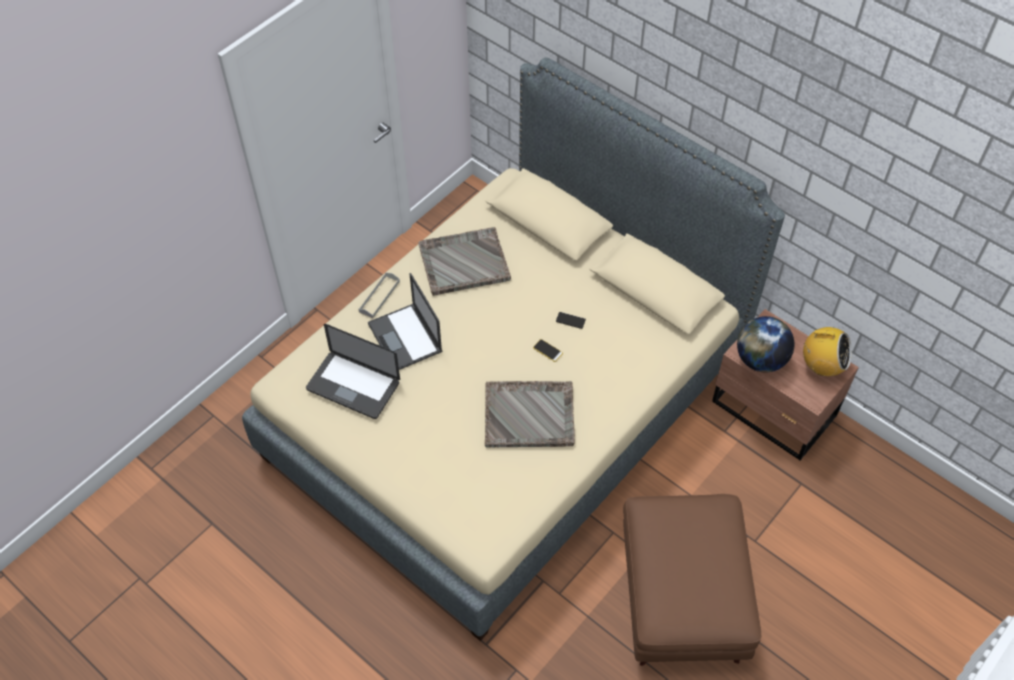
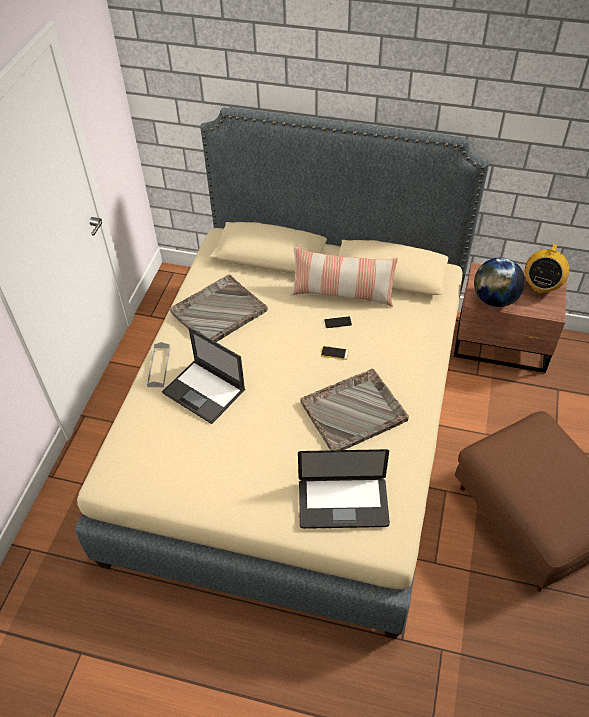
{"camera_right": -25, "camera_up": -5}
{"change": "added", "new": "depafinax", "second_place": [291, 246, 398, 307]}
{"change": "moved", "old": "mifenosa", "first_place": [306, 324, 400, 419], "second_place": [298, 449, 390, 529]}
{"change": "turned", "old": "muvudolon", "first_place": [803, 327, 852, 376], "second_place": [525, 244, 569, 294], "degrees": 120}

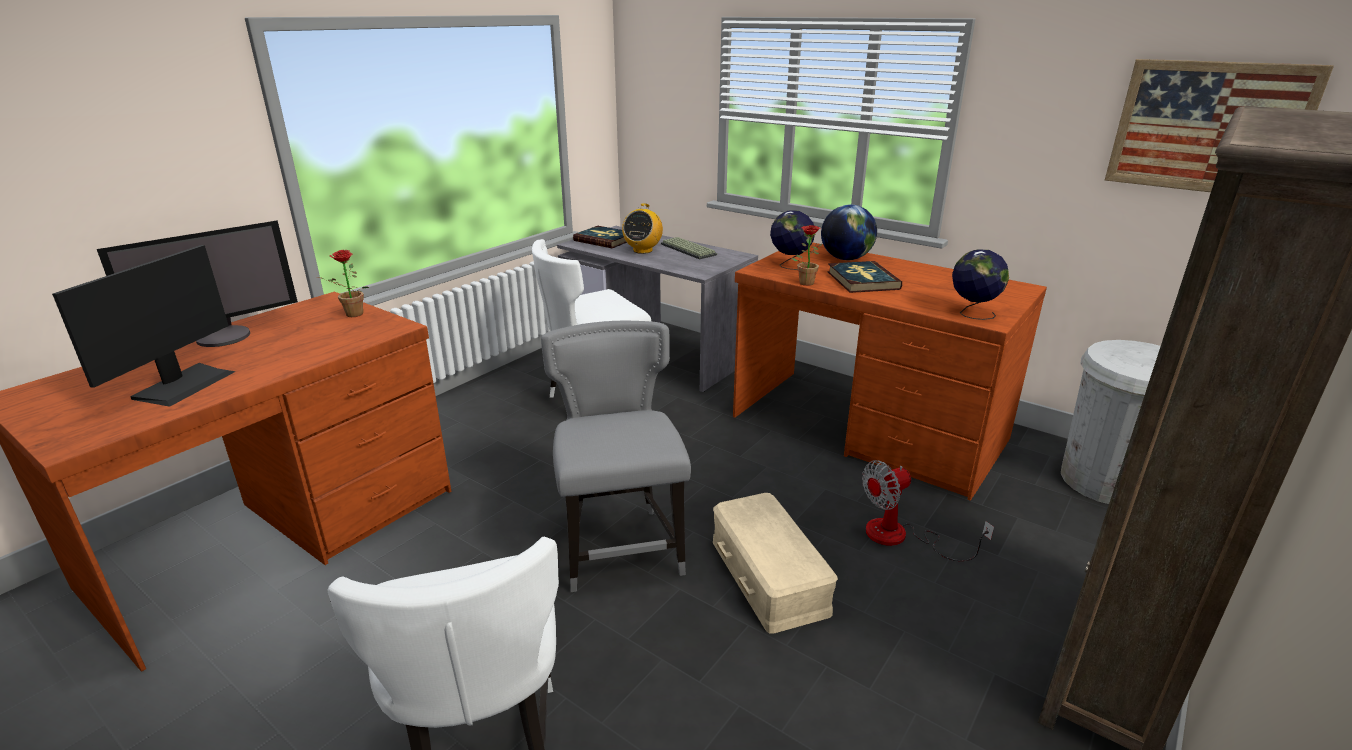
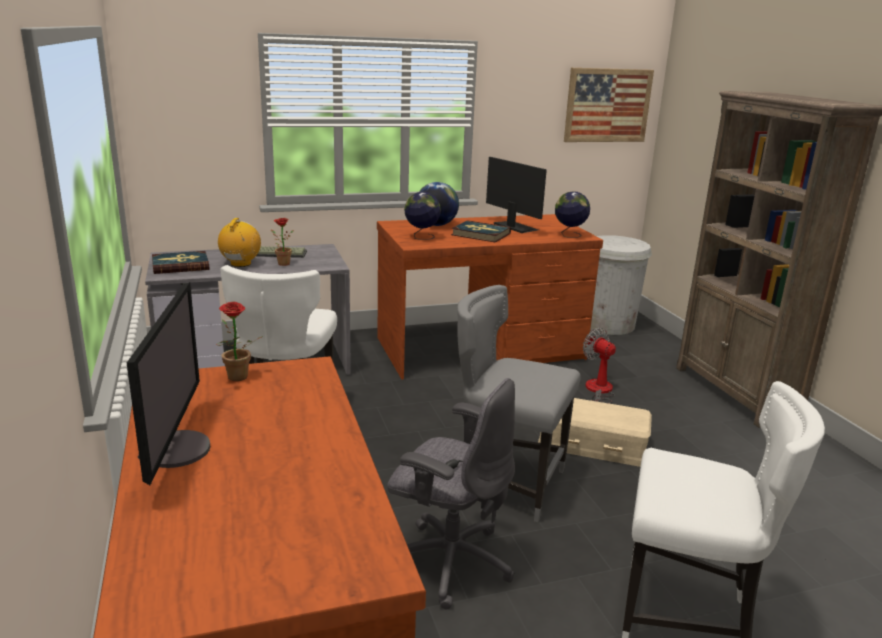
{"camera_right": -55, "camera_up": -5}
{"change": "added", "new": "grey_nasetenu", "second_place": [387, 378, 515, 610]}
{"change": "moved", "old": "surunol", "first_place": [52, 245, 236, 407], "second_place": [486, 157, 547, 233]}
{"change": "moved", "old": "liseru", "first_place": [791, 225, 822, 286], "second_place": [271, 218, 294, 266]}
{"change": "turned", "old": "muvudolon", "first_place": [622, 203, 663, 254], "second_place": [218, 218, 261, 267], "degrees": -135}
{"change": "turned", "old": "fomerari", "first_place": [862, 460, 994, 561], "second_place": [583, 328, 616, 404], "degrees": 135}

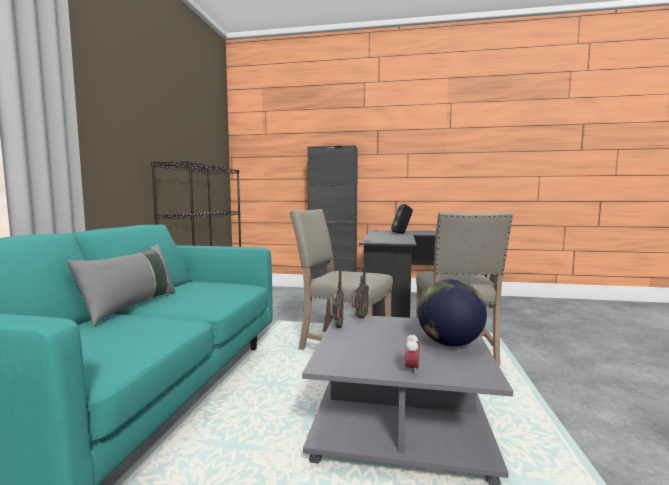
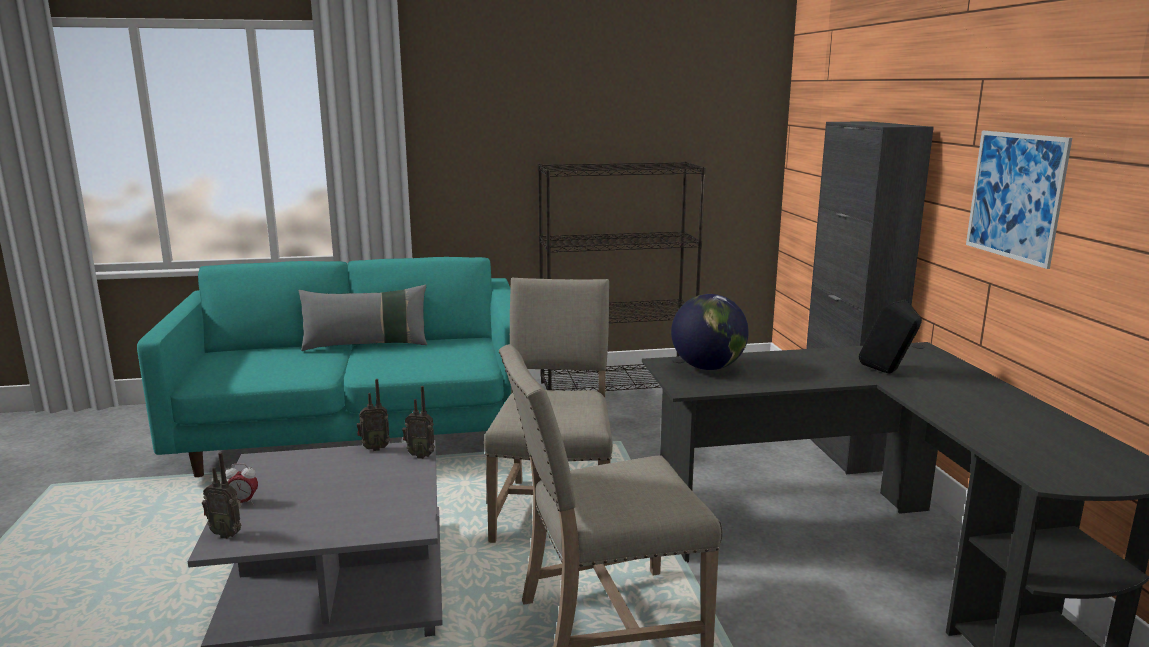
{"camera_right": 70, "camera_up": 10}
{"change": "added", "new": "muvudolon", "second_place": [202, 452, 241, 539]}
{"change": "added", "new": "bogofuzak", "second_place": [966, 131, 1072, 269]}
{"change": "moved", "old": "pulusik", "first_place": [418, 279, 487, 347], "second_place": [671, 294, 749, 370]}

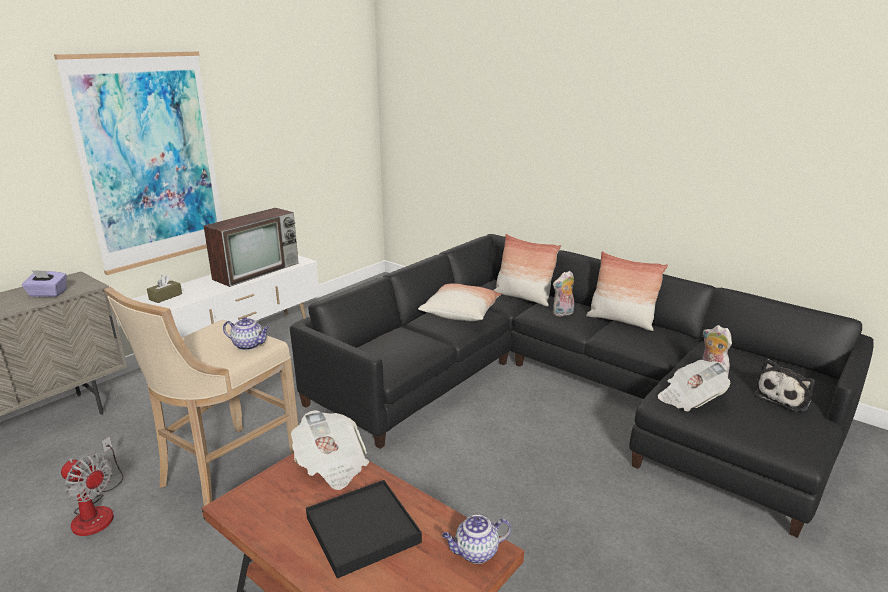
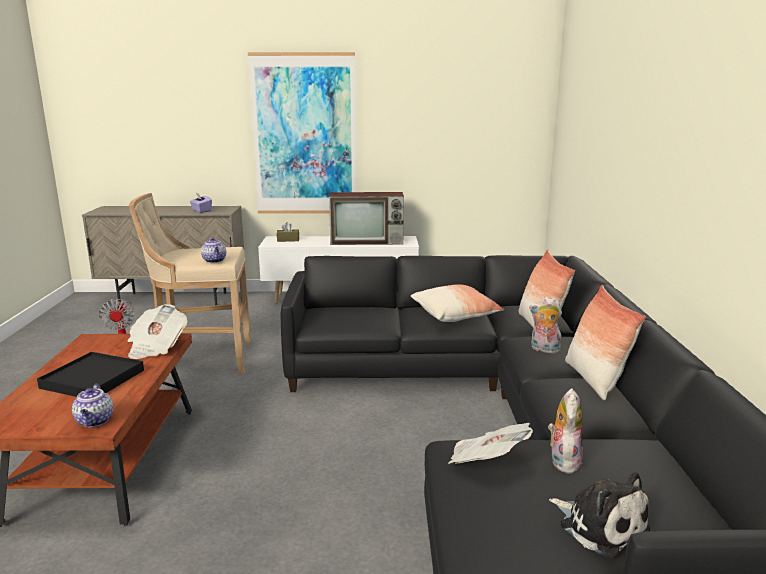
{"camera_right": 50, "camera_up": -5}
{"change": "turned", "old": "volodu", "first_place": [442, 515, 511, 564], "second_place": [72, 384, 114, 427], "degrees": -135}
{"change": "turned", "old": "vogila", "first_place": [754, 359, 815, 411], "second_place": [549, 472, 650, 558], "degrees": -135}

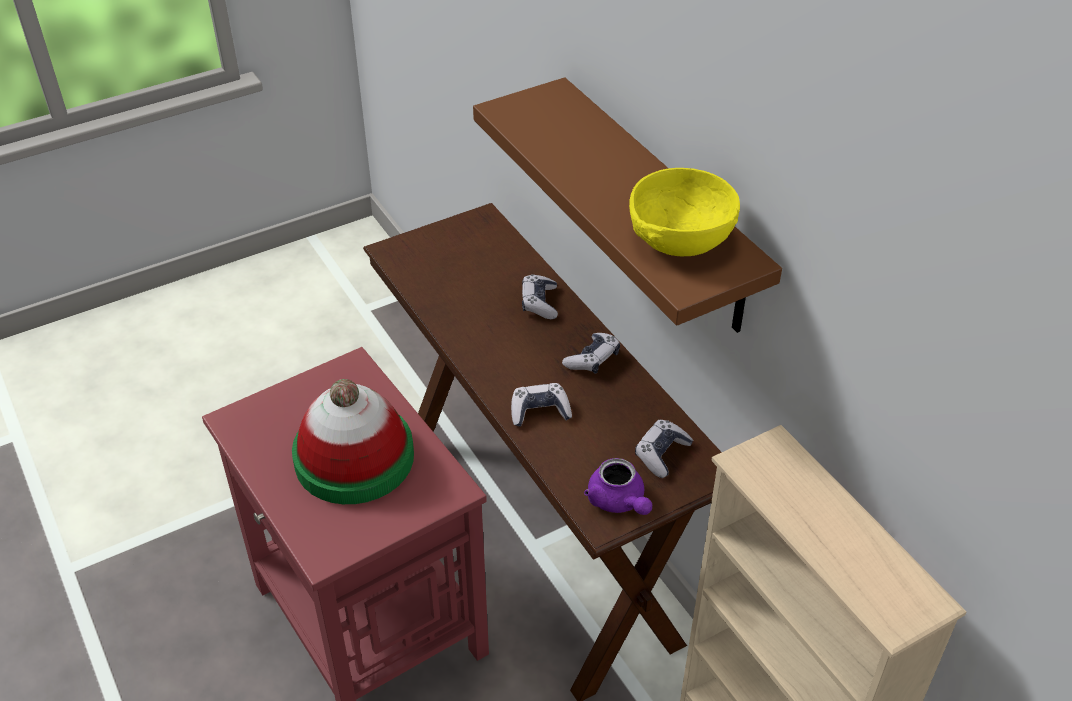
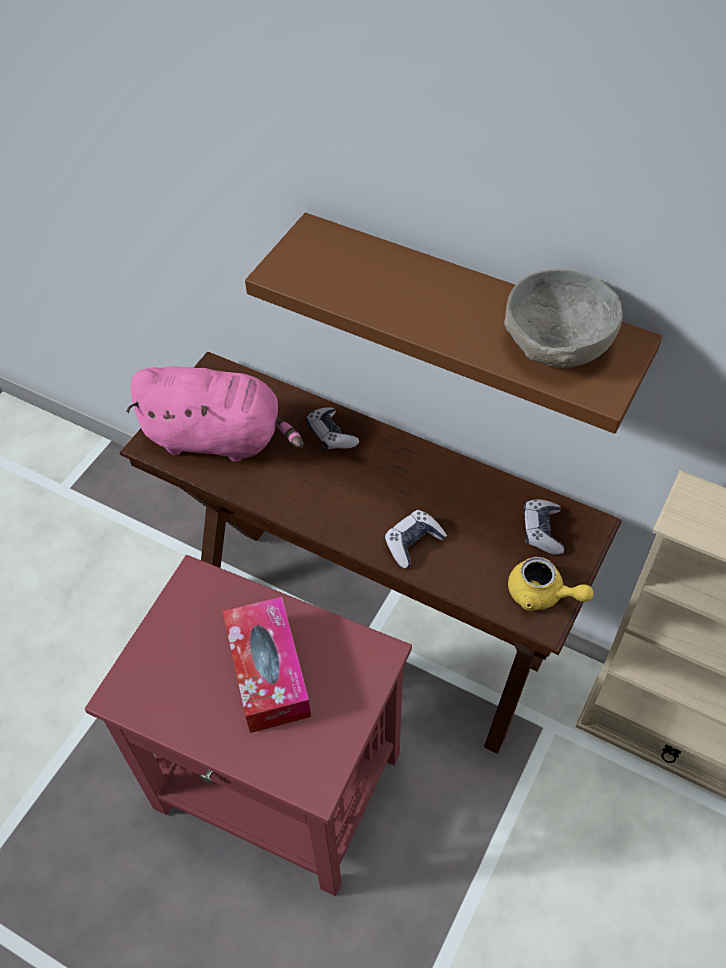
{"camera_right": -30, "camera_up": 10}
{"change": "removed", "old": "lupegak", "first_place": [562, 333, 620, 374]}
{"change": "added", "new": "pink_vogila", "second_place": [126, 366, 303, 462]}
{"change": "replaced", "old": "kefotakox", "new": "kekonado", "first_place": [292, 379, 414, 504], "second_place": [223, 597, 311, 733]}
{"change": "recoloured", "old": "purple_volodu", "new": "yellow_volodu", "first_place": [584, 458, 652, 515], "second_place": [508, 557, 594, 611]}
{"change": "recoloured", "old": "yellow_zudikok", "new": "grey_zudikok", "first_place": [629, 168, 740, 256], "second_place": [504, 269, 623, 368]}

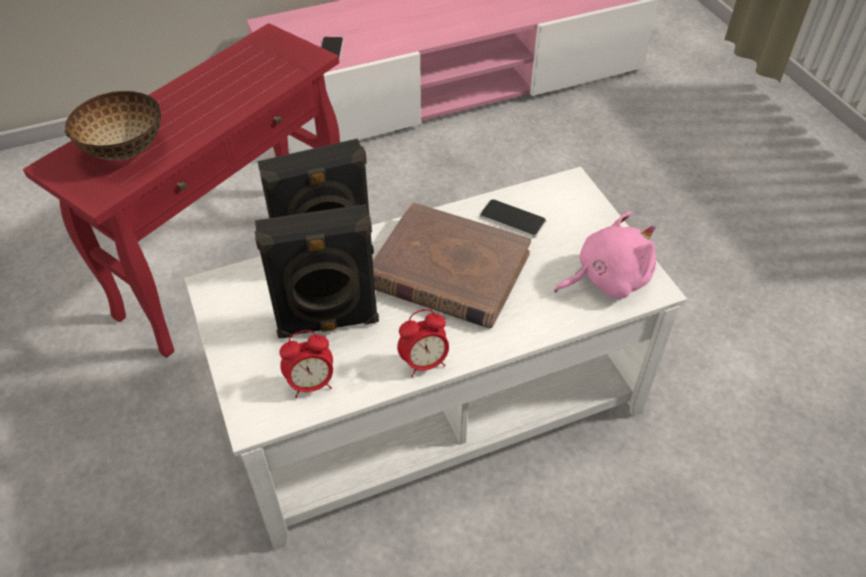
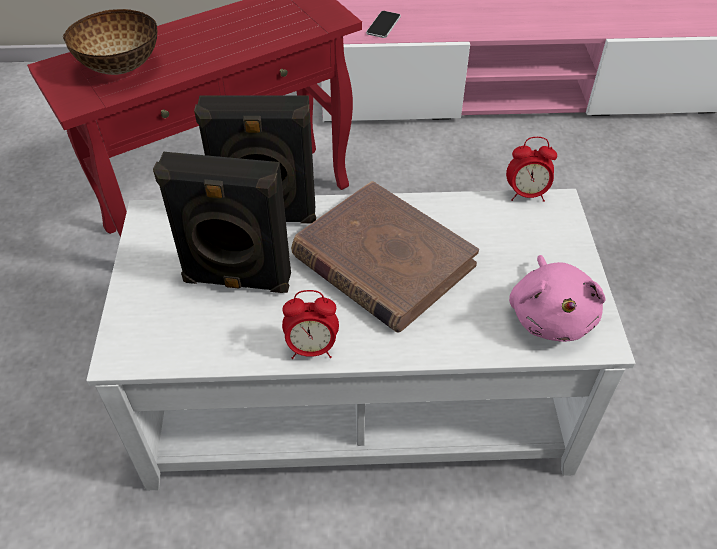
{"camera_right": 20, "camera_up": 0}
{"change": "removed", "old": "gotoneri", "first_place": [480, 199, 546, 237]}
{"change": "moved", "old": "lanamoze", "first_place": [279, 330, 333, 398], "second_place": [506, 137, 557, 202]}
{"change": "turned", "old": "pink_vogila", "first_place": [554, 211, 656, 299], "second_place": [509, 255, 606, 342], "degrees": 90}

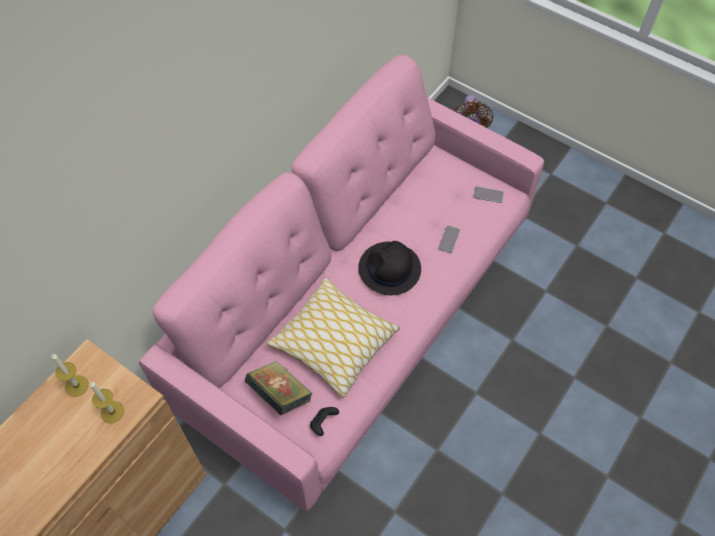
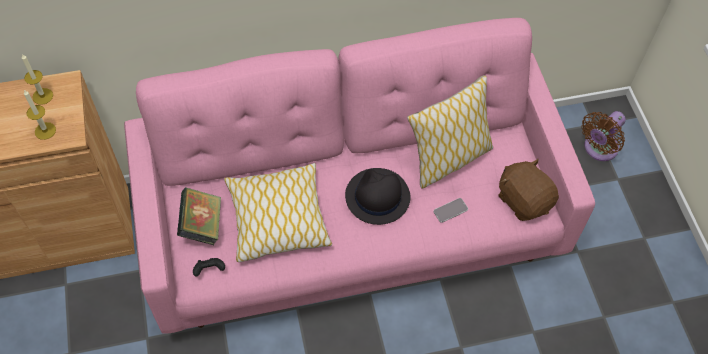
{"camera_right": 40, "camera_up": 0}
{"change": "added", "new": "depafinax", "second_place": [407, 75, 493, 189]}
{"change": "replaced", "old": "gotoneri", "new": "brown_vogila", "first_place": [473, 186, 504, 203], "second_place": [498, 159, 559, 221]}

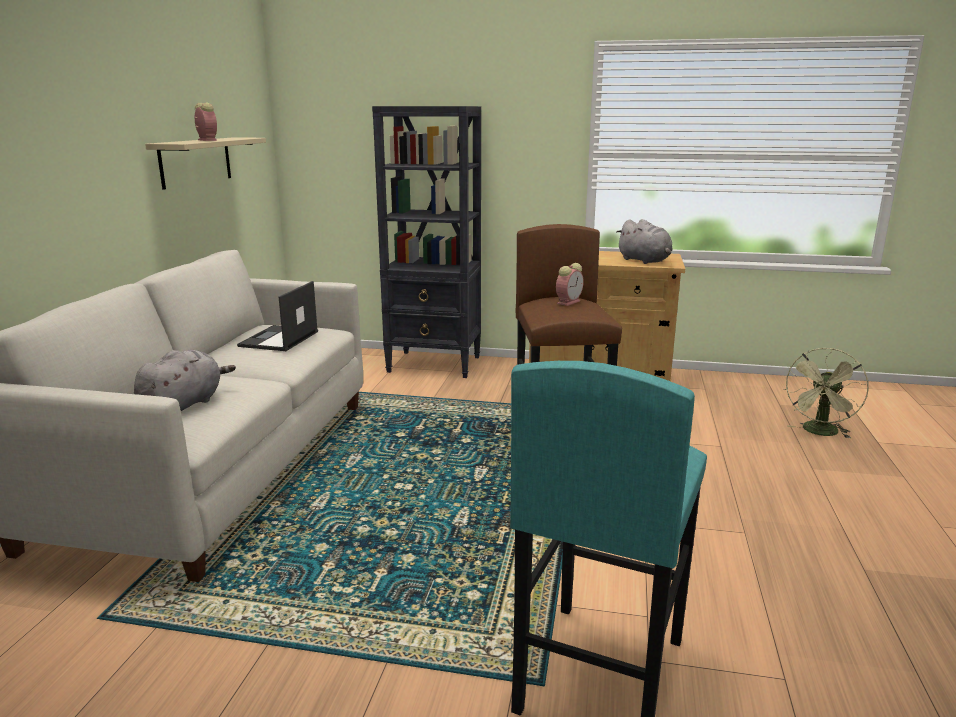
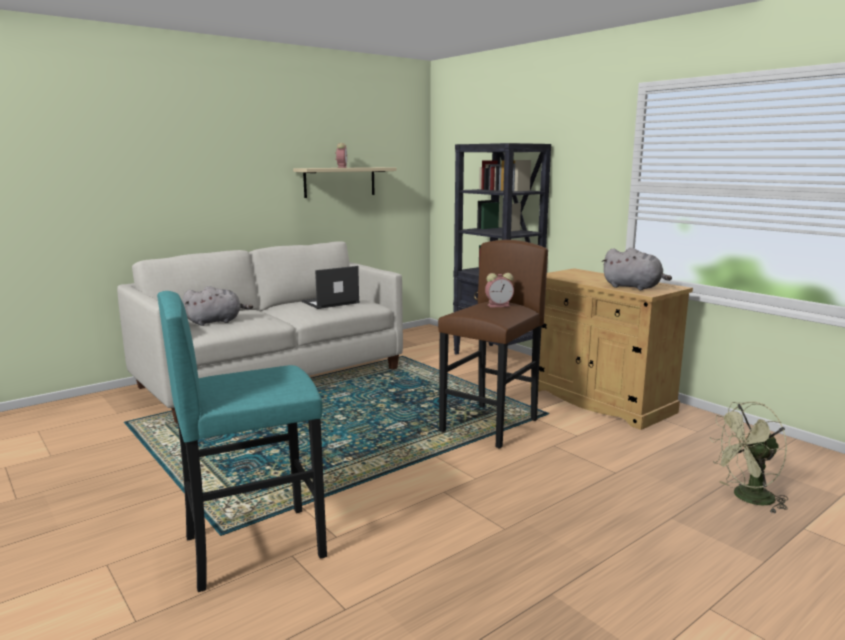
{"camera_right": 40, "camera_up": -5}
{"change": "turned", "old": "grey_vogila", "first_place": [616, 219, 673, 264], "second_place": [602, 248, 672, 290], "degrees": -60}

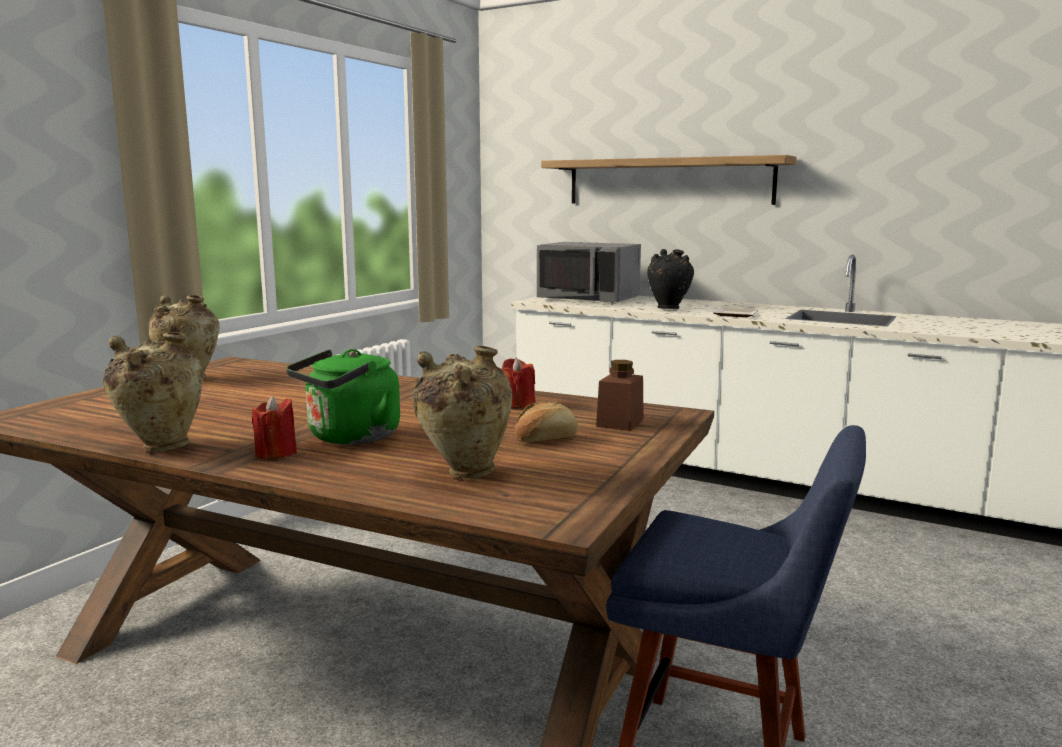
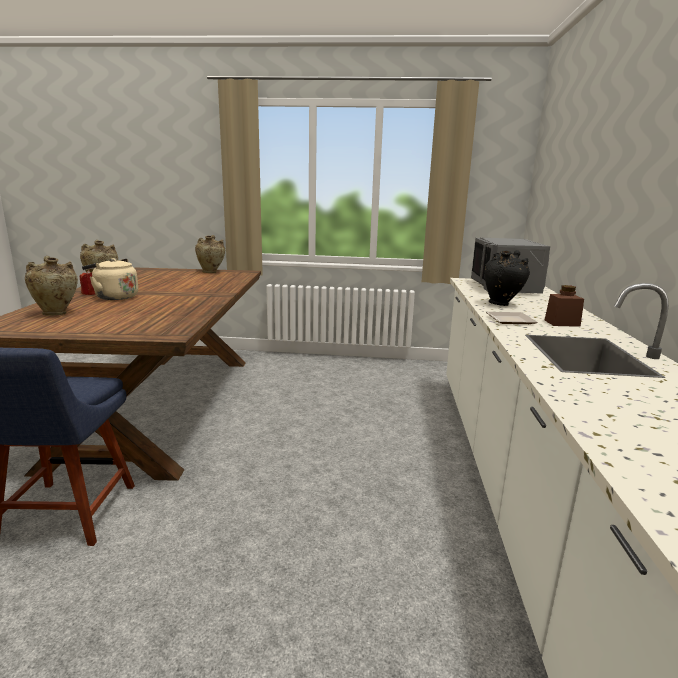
{"camera_right": 65, "camera_up": 5}
{"change": "removed", "old": "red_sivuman", "first_place": [501, 357, 535, 408]}
{"change": "removed", "old": "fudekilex", "first_place": [515, 401, 578, 442]}
{"change": "removed", "old": "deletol", "first_place": [541, 155, 797, 205]}
{"change": "moved", "old": "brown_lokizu", "first_place": [596, 360, 644, 431], "second_place": [545, 285, 584, 327]}
{"change": "recoloured", "old": "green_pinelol", "new": "beige_pinelol", "first_place": [286, 349, 400, 445], "second_place": [82, 258, 138, 300]}

